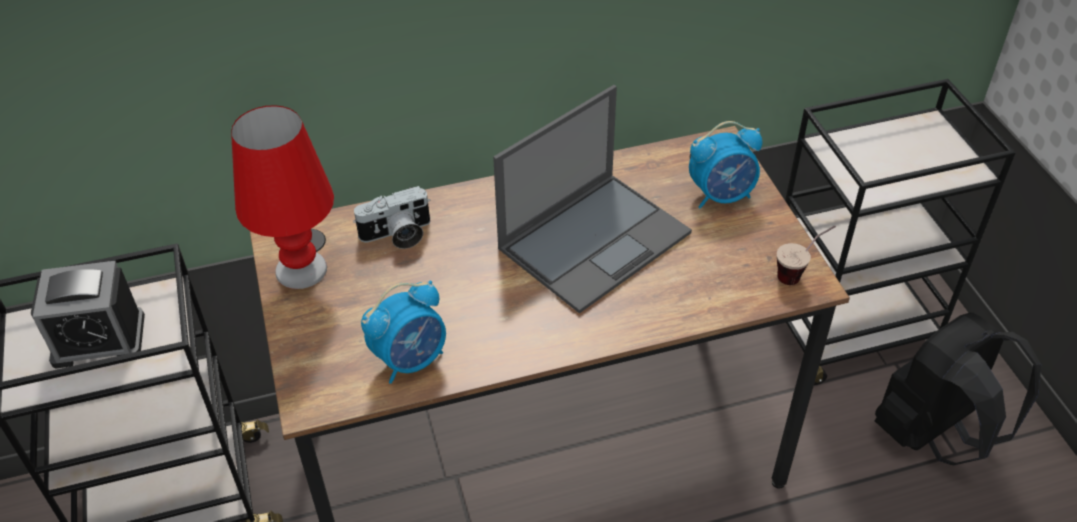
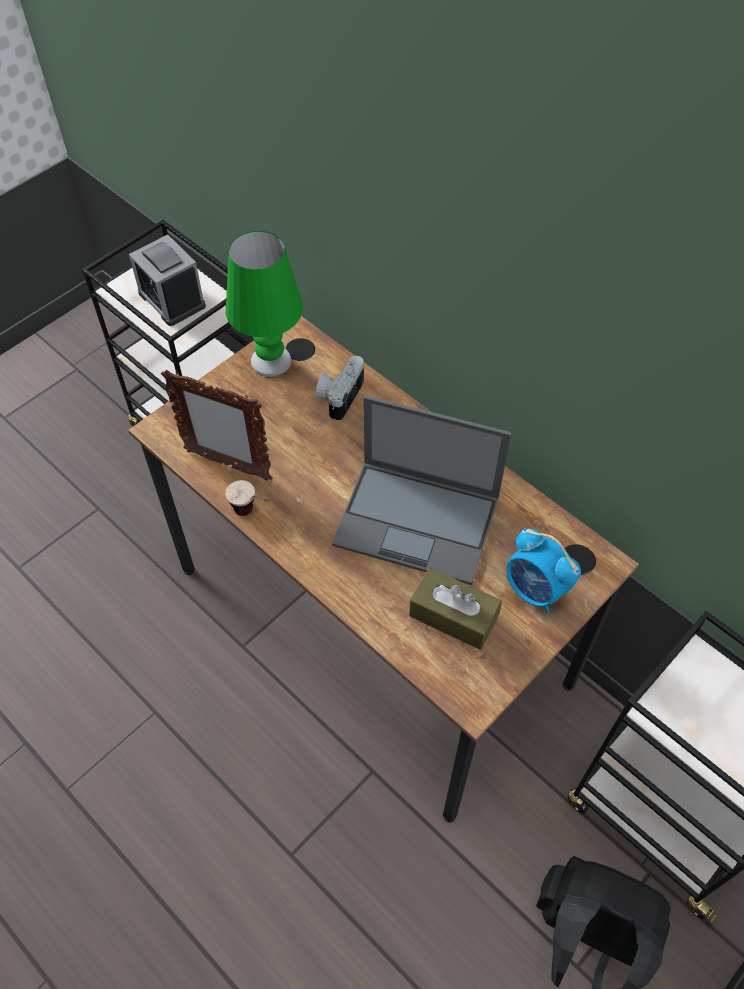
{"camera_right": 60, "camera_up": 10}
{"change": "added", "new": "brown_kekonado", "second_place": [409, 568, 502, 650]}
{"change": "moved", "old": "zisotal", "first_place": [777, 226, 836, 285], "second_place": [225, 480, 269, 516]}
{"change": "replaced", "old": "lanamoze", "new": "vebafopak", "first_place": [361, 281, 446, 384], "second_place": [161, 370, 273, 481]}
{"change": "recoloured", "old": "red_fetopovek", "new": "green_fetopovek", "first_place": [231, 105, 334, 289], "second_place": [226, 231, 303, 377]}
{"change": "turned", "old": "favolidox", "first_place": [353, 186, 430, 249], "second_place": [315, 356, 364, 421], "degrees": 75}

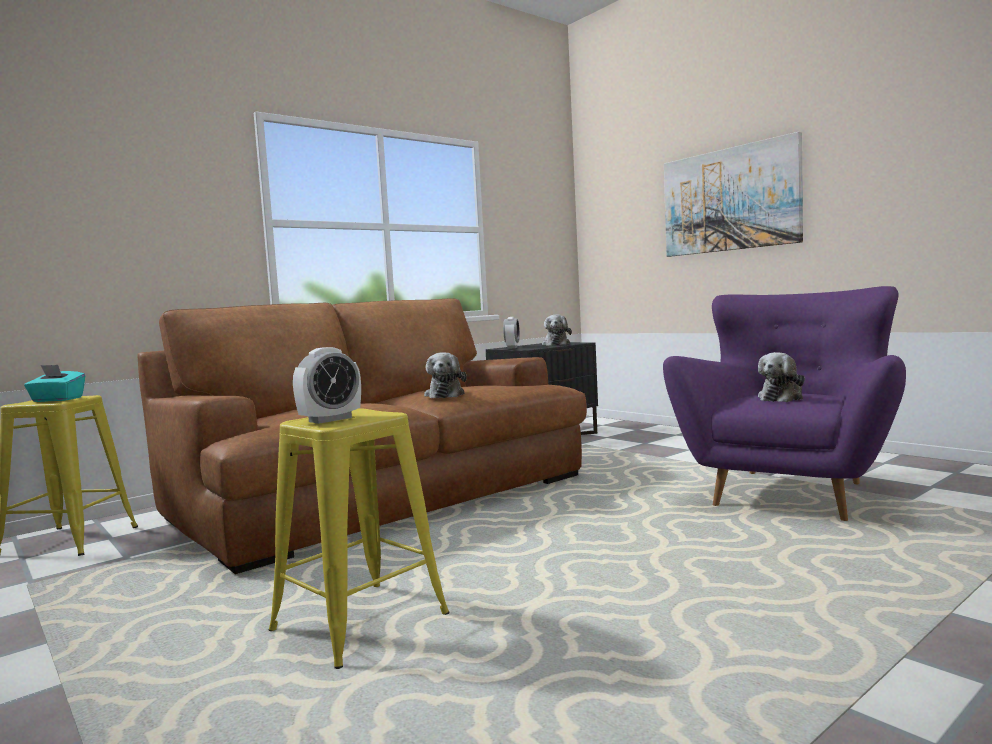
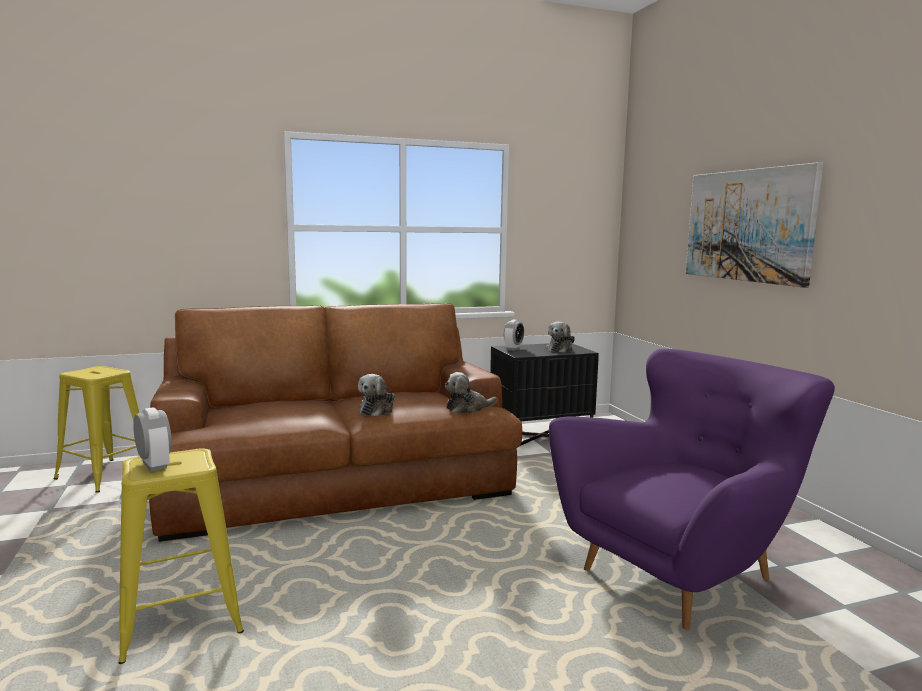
{"camera_right": 20, "camera_up": 5}
{"change": "removed", "old": "turquoise_kekonado", "first_place": [24, 365, 85, 402]}
{"change": "moved", "old": "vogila", "first_place": [758, 352, 805, 402], "second_place": [445, 372, 497, 414]}
{"change": "turned", "old": "lanamoze", "first_place": [293, 347, 361, 424], "second_place": [133, 407, 172, 472], "degrees": -105}

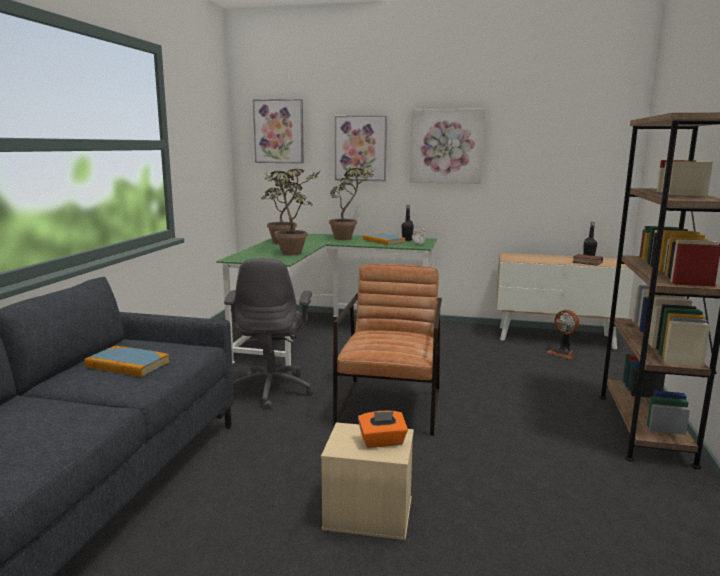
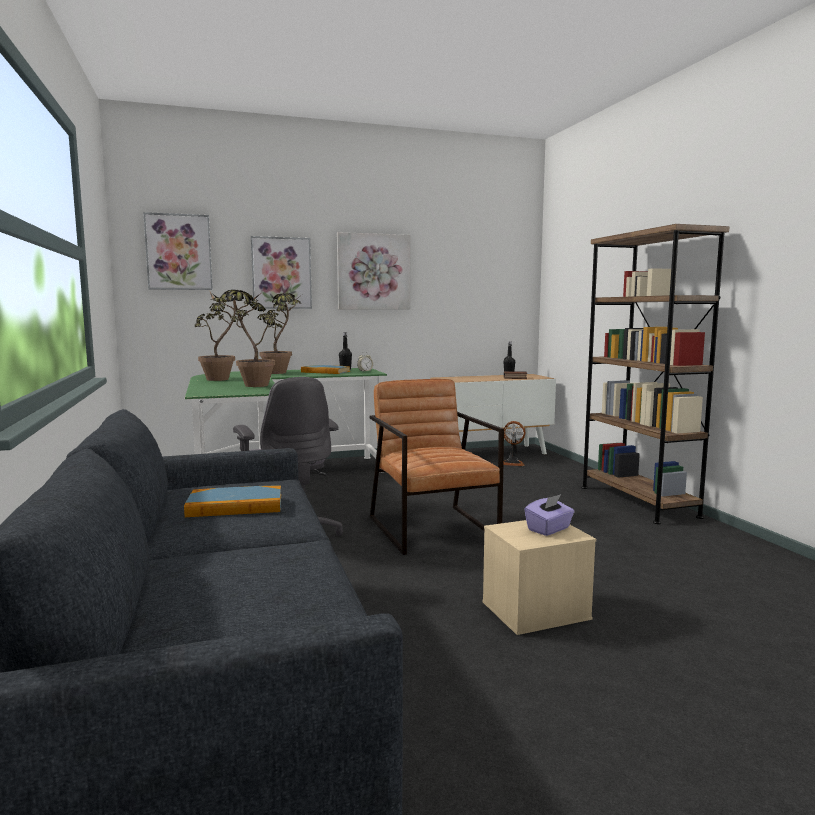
{"camera_right": -30, "camera_up": -5}
{"change": "recoloured", "old": "orange_kekonado", "new": "purple_kekonado", "first_place": [358, 411, 408, 448], "second_place": [524, 494, 575, 536]}

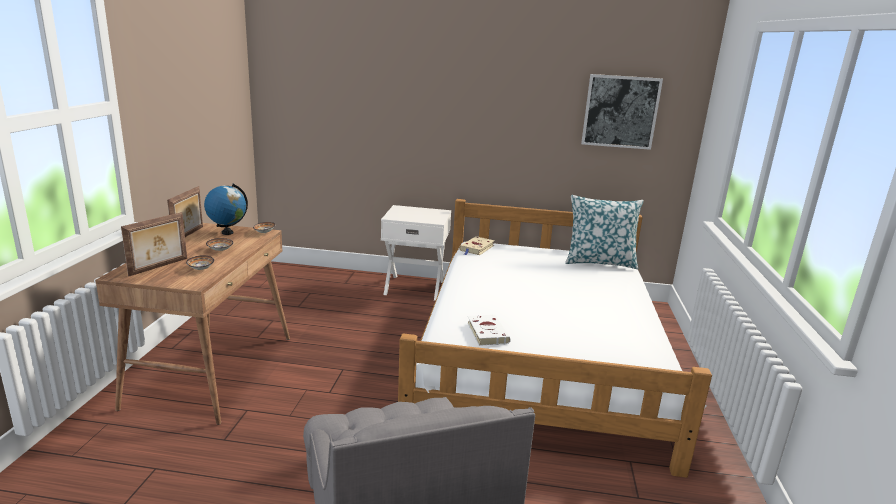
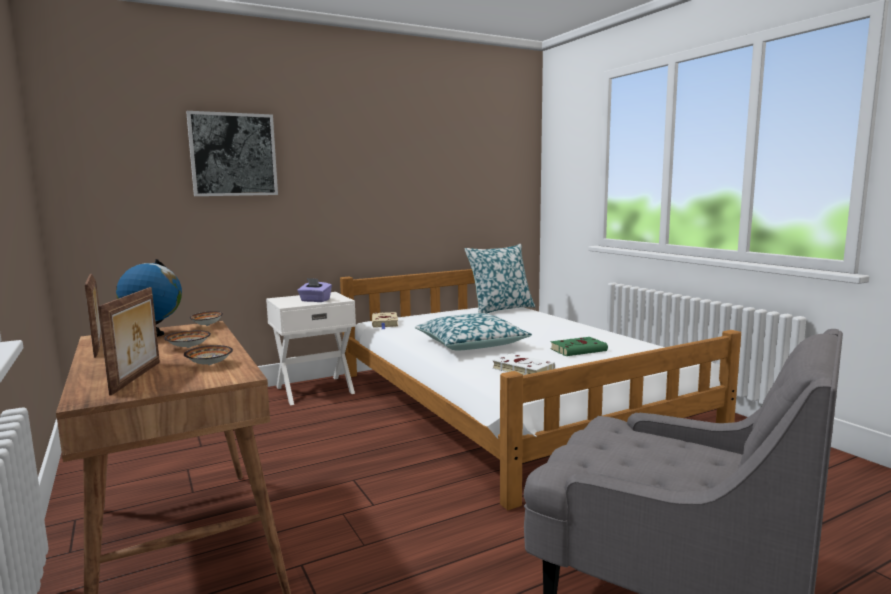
{"camera_right": -35, "camera_up": -10}
{"change": "added", "new": "purple_kekonado", "second_place": [298, 278, 332, 302]}
{"change": "added", "new": "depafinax", "second_place": [415, 313, 532, 350]}
{"change": "added", "new": "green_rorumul", "second_place": [550, 337, 608, 356]}
{"change": "moved", "old": "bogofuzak", "first_place": [581, 74, 663, 150], "second_place": [186, 111, 278, 196]}

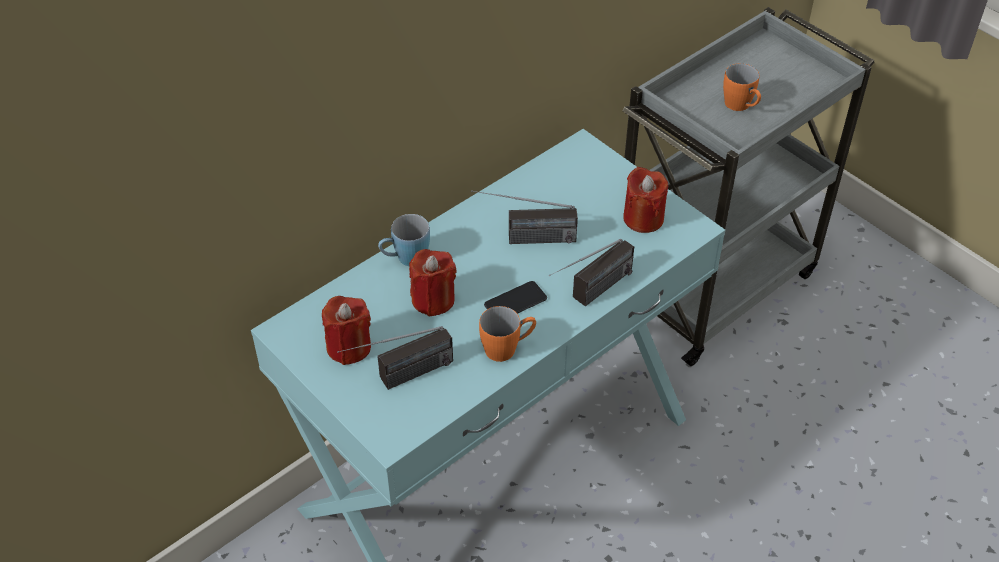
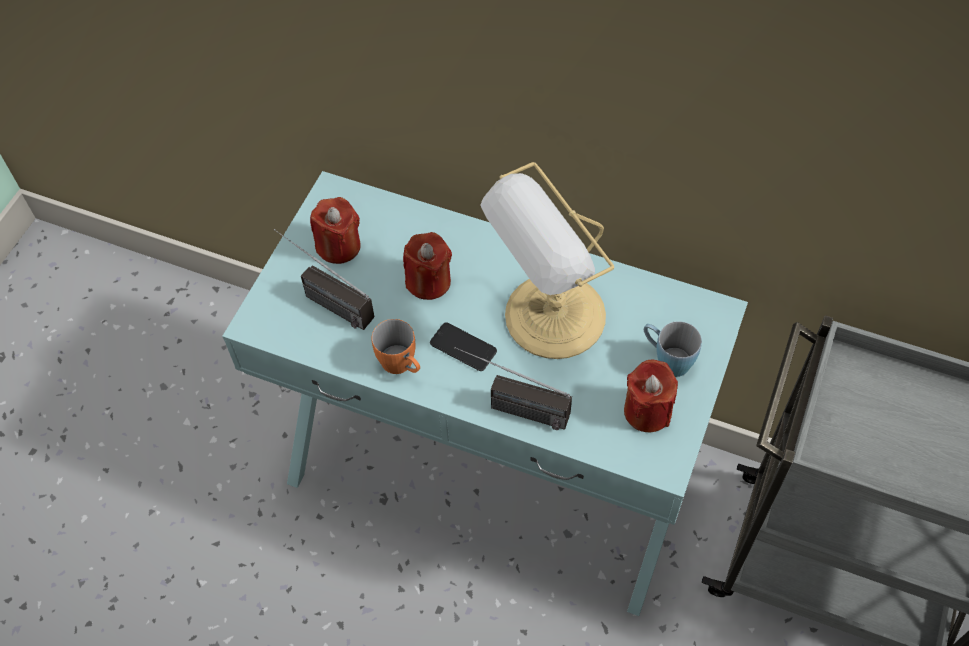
{"camera_right": 65, "camera_up": 10}
{"change": "removed", "old": "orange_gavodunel", "first_place": [723, 63, 761, 111]}
{"change": "moved", "old": "blue_gavodunel", "first_place": [378, 214, 430, 266], "second_place": [644, 321, 702, 377]}
{"change": "replaced", "old": "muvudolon", "new": "fetopovek", "first_place": [471, 190, 578, 244], "second_place": [480, 162, 614, 359]}

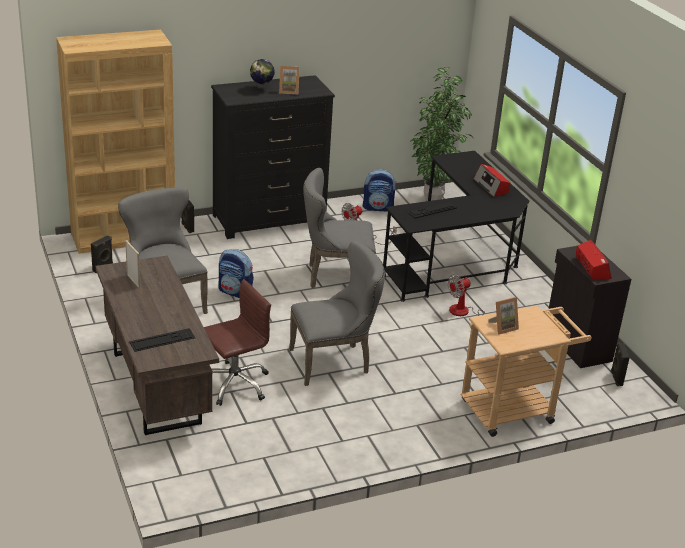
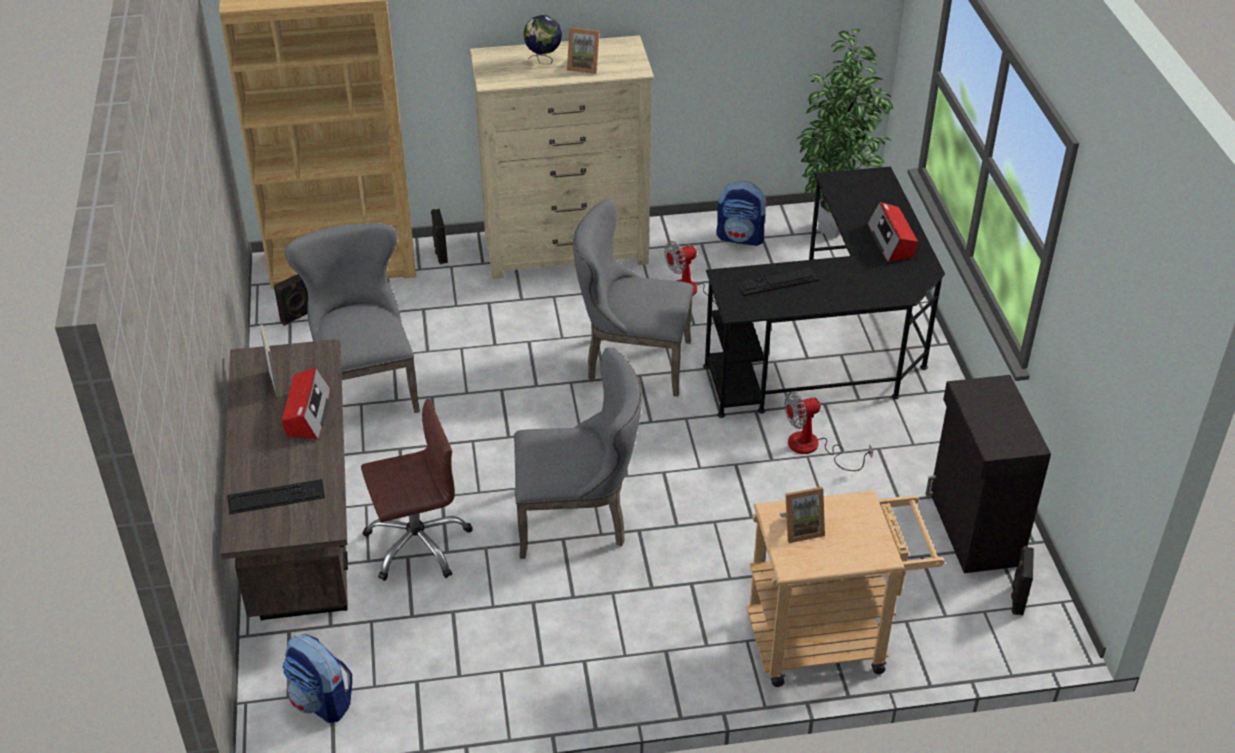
{"camera_right": 15, "camera_up": 10}
{"change": "moved", "old": "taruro", "first_place": [218, 249, 254, 298], "second_place": [282, 634, 352, 723]}
{"change": "moved", "old": "muvudolon", "first_place": [576, 240, 612, 279], "second_place": [282, 367, 330, 440]}
{"change": "recoloured", "old": "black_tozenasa", "new": "beige_tozenasa", "first_place": [211, 75, 335, 239], "second_place": [470, 35, 654, 279]}

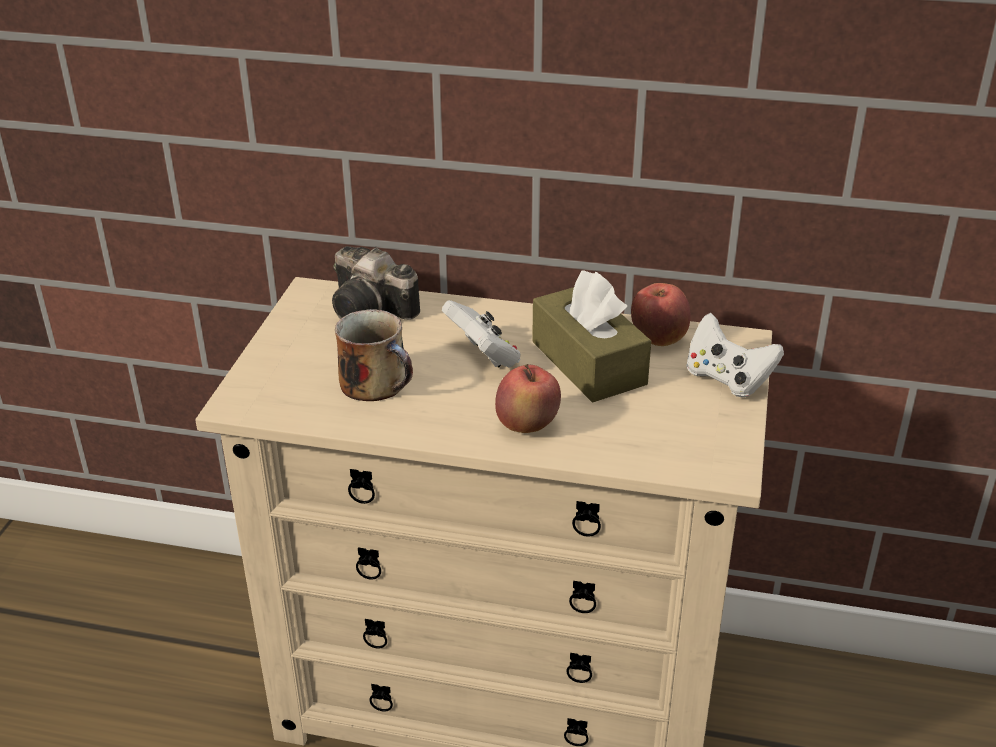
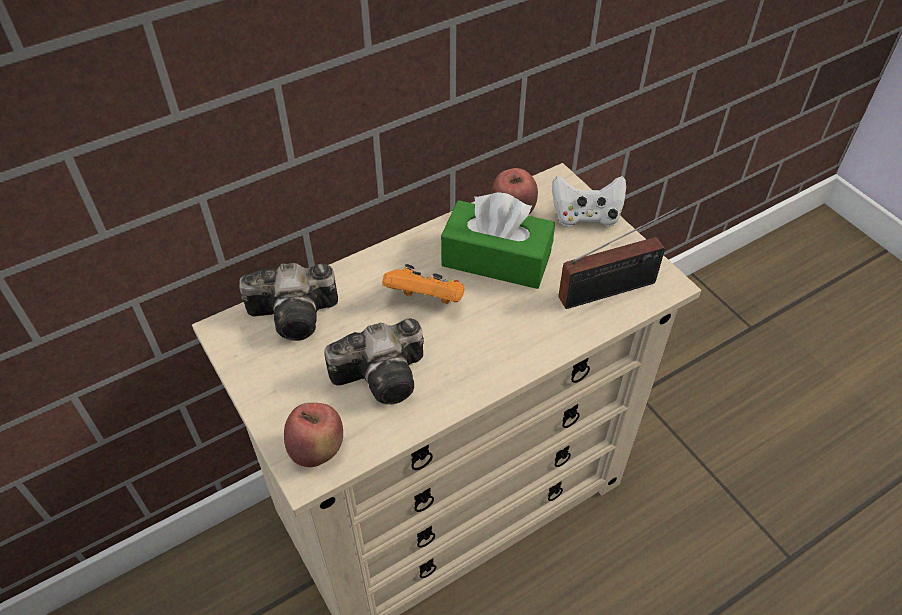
{"camera_right": -45, "camera_up": 15}
{"change": "added", "new": "muvudolon", "second_place": [558, 207, 679, 309]}
{"change": "moved", "old": "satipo", "first_place": [495, 364, 561, 433], "second_place": [284, 403, 343, 467]}
{"change": "replaced", "old": "gavodunel", "new": "favolidox", "first_place": [335, 309, 413, 401], "second_place": [324, 318, 424, 405]}
{"change": "recoloured", "old": "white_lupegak", "new": "orange_lupegak", "first_place": [442, 300, 521, 367], "second_place": [383, 264, 464, 304]}
{"change": "recoloured", "old": "brown_kekonado", "new": "green_kekonado", "first_place": [532, 270, 651, 403], "second_place": [441, 192, 555, 289]}

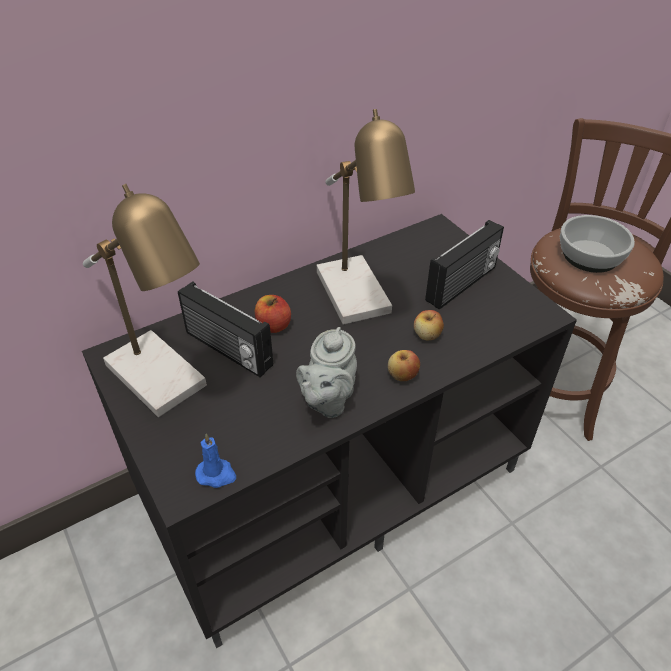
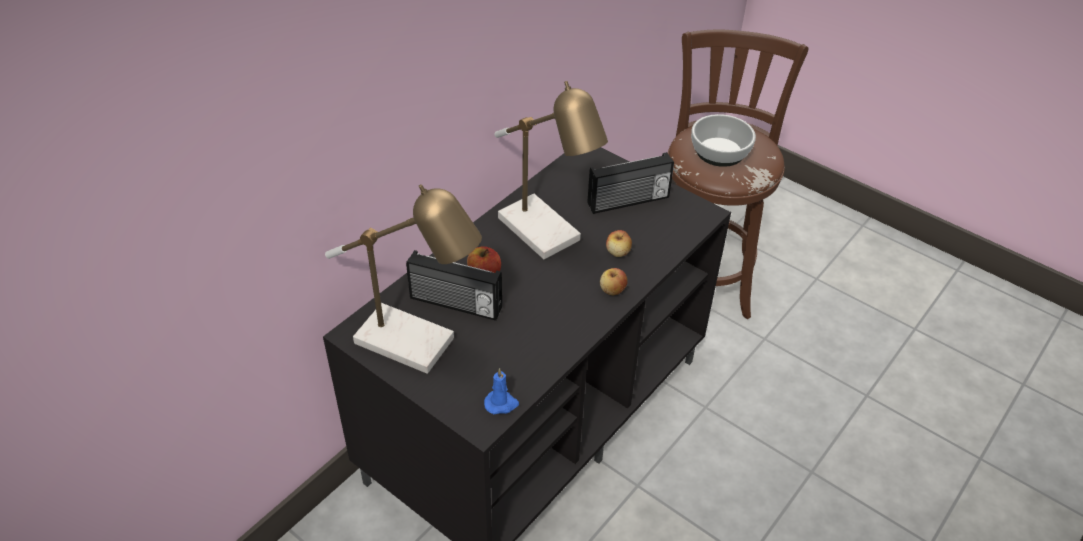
{"camera_right": -20, "camera_up": 0}
{"change": "removed", "old": "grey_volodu", "first_place": [296, 327, 357, 418]}
{"change": "turned", "old": "muvudolon", "first_place": [425, 220, 504, 310], "second_place": [587, 152, 674, 214], "degrees": 45}

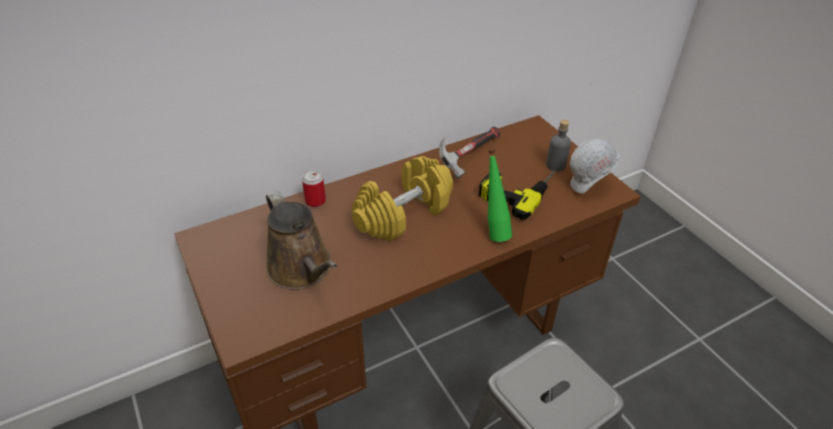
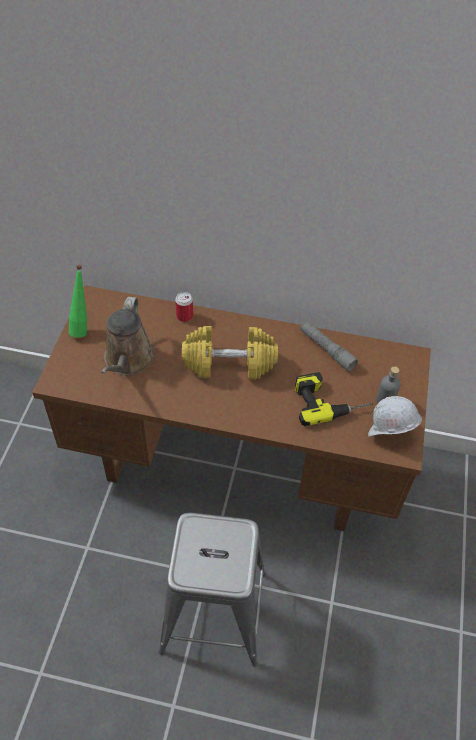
{"camera_right": 40, "camera_up": 10}
{"change": "moved", "old": "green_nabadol", "first_place": [488, 148, 512, 242], "second_place": [69, 265, 87, 338]}
{"change": "replaced", "old": "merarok", "new": "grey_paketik", "first_place": [439, 127, 500, 179], "second_place": [300, 321, 358, 371]}

